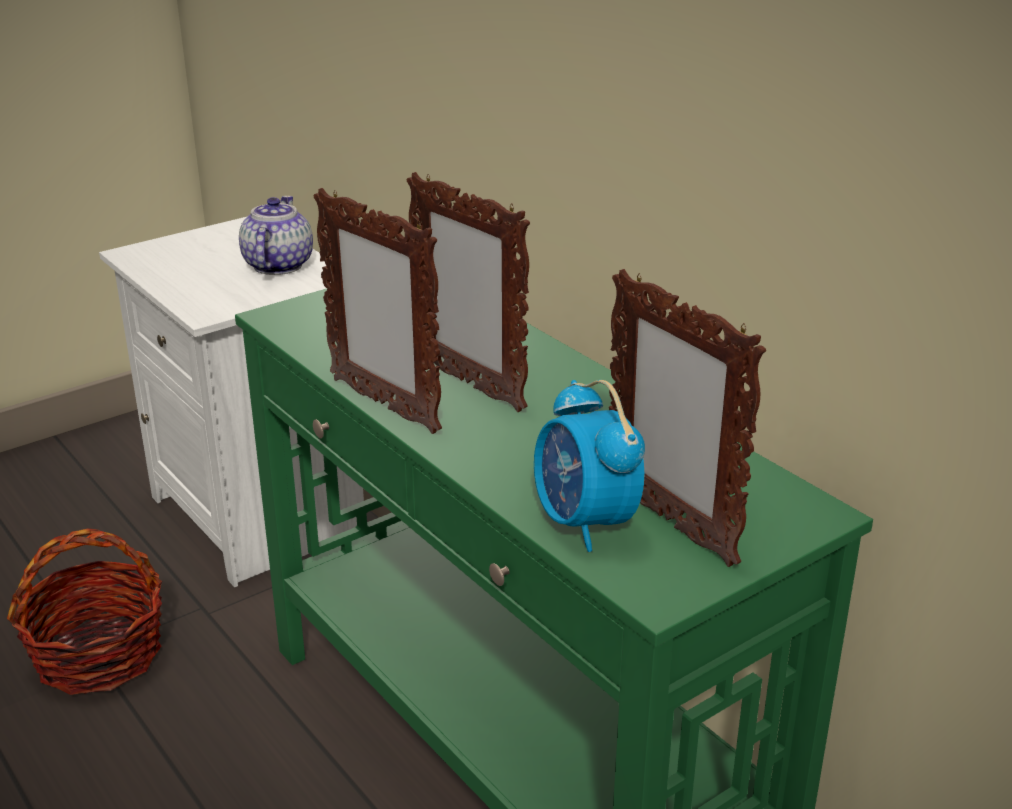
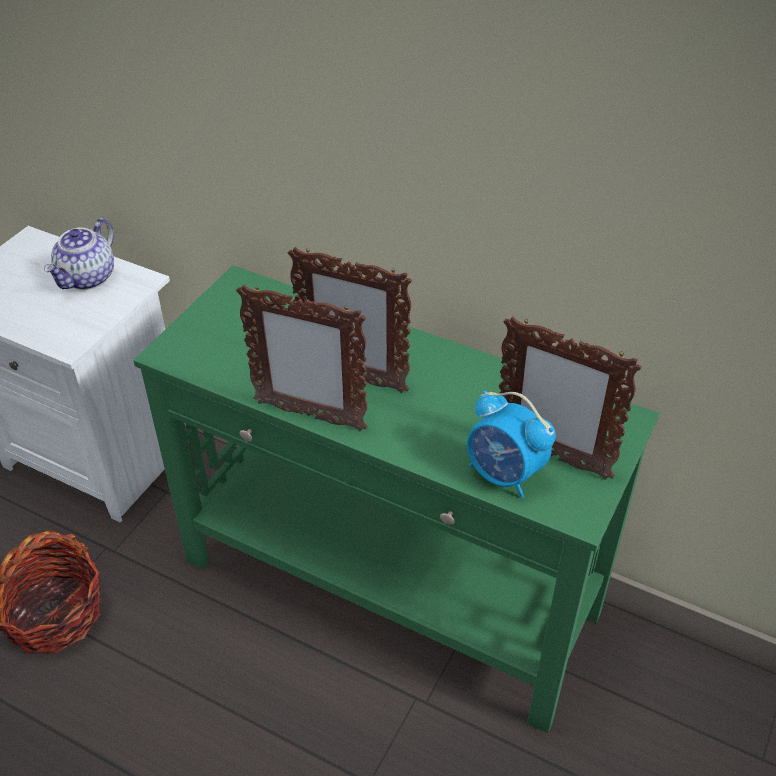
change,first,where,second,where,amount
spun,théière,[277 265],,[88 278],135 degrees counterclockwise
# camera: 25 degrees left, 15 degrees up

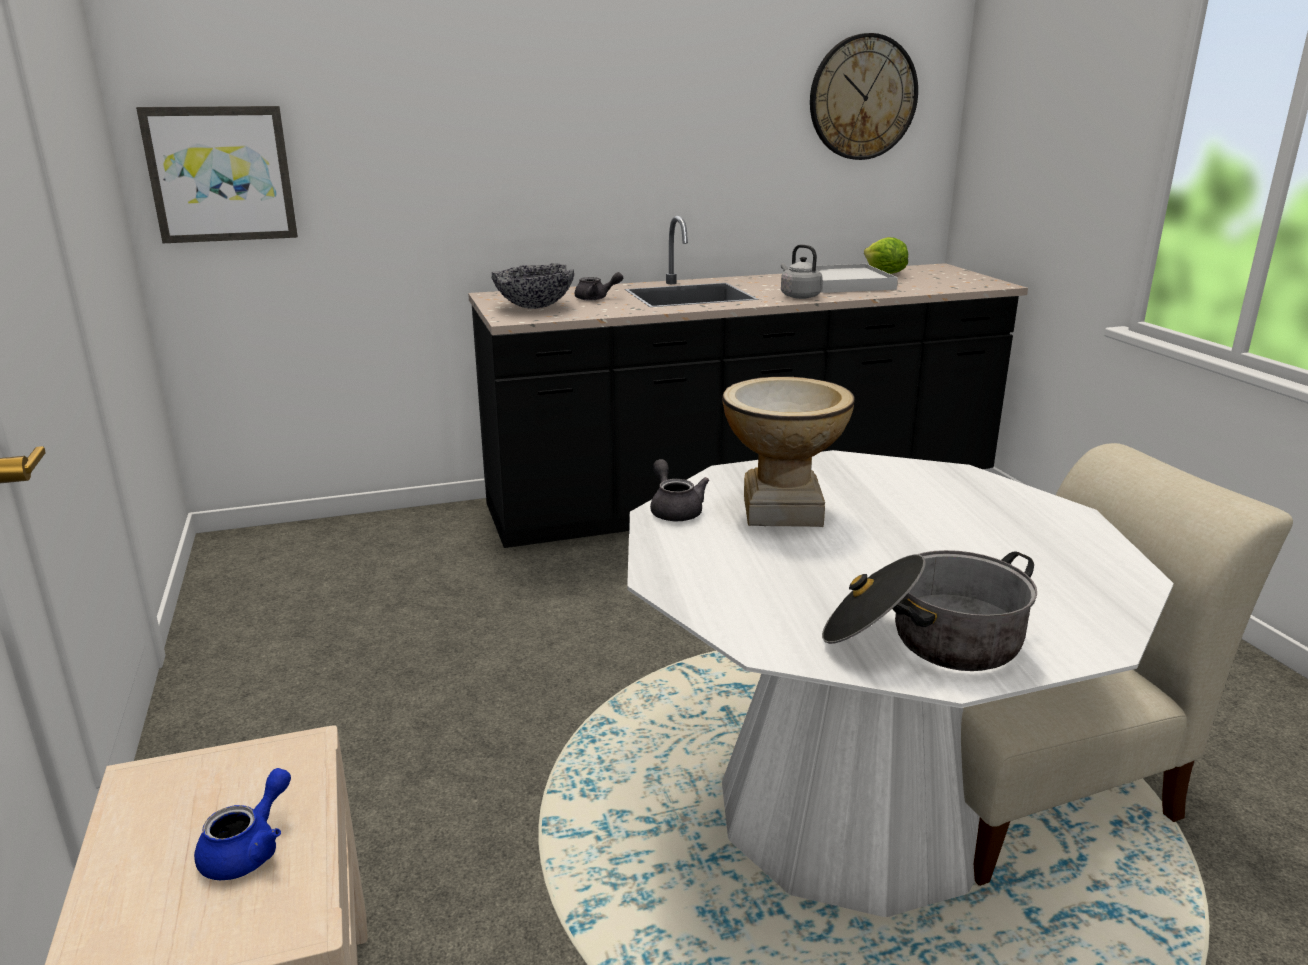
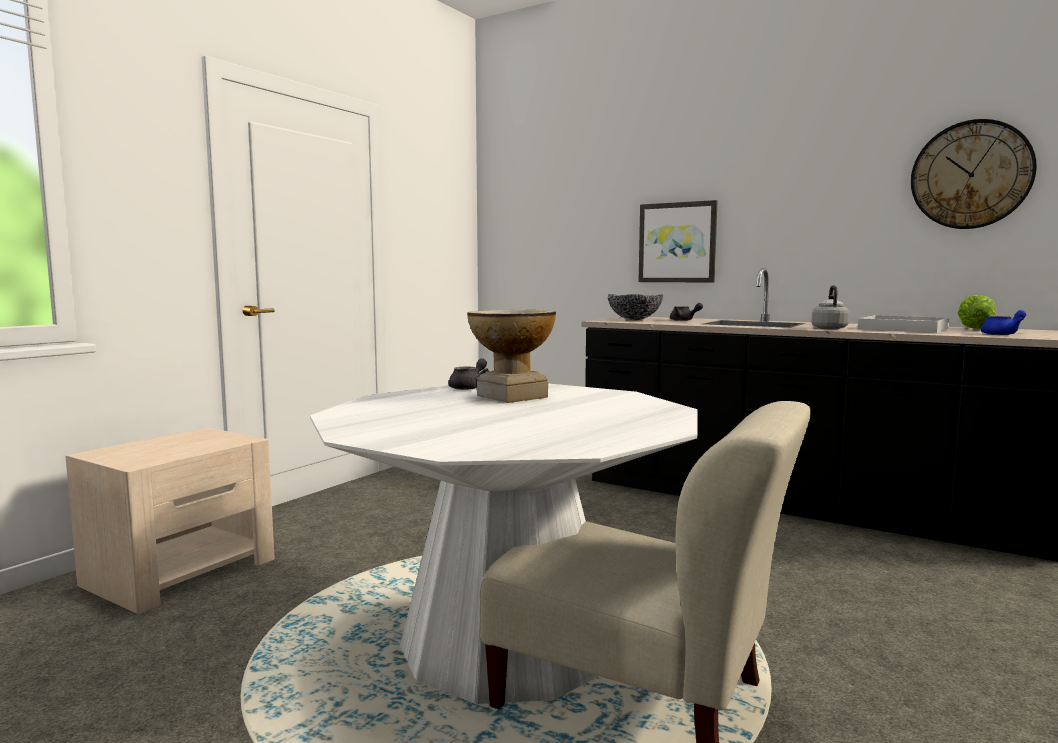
change,first,where,second,where,amount
relocated,tableau,[221 174],,[677 242],
relocated,théière (bleu),[249 849],,[1003 334],
missing,marmite,[924 640],,,
# camera: 50 degrees right, 15 degrees down

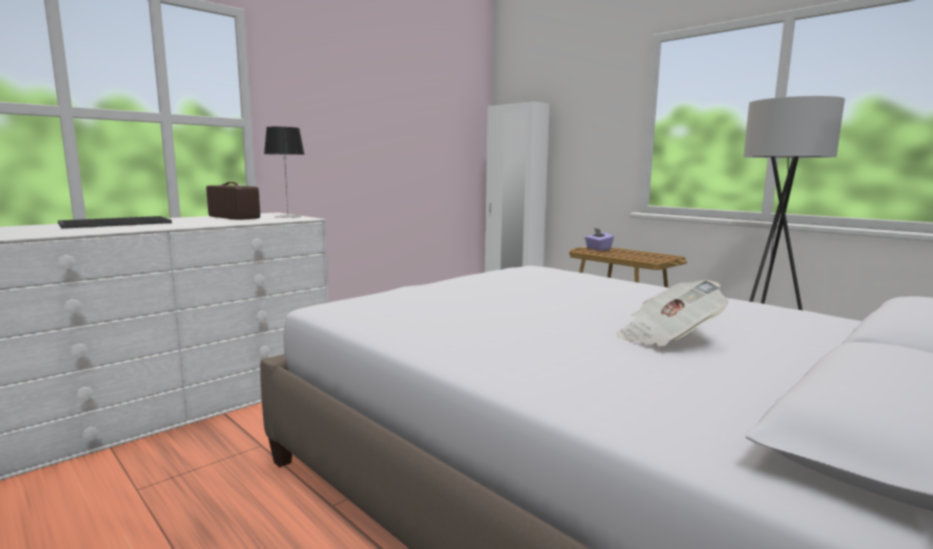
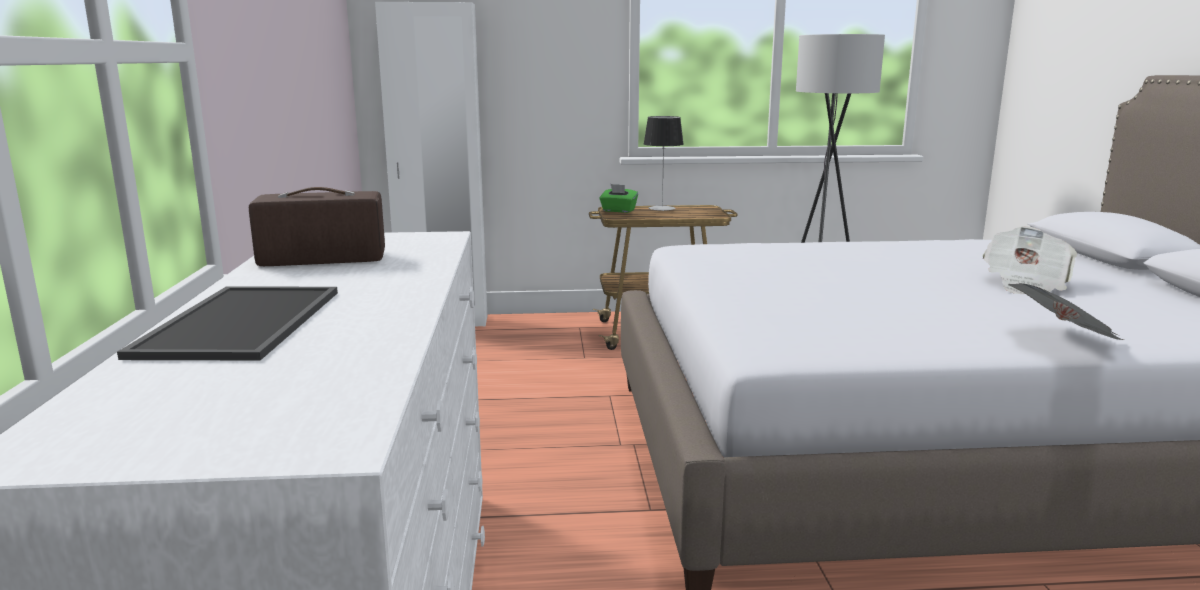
change,first,where,second,where,amount
colour,boîte à mouchoirs (violet),[598 249],boîte à mouchoirs (vert),[618 210],
relocated,lampe de table,[288 217],,[662 208],
appeared,,,journal,[1064 340],
# camera: 50 degrees left, 5 degrees up

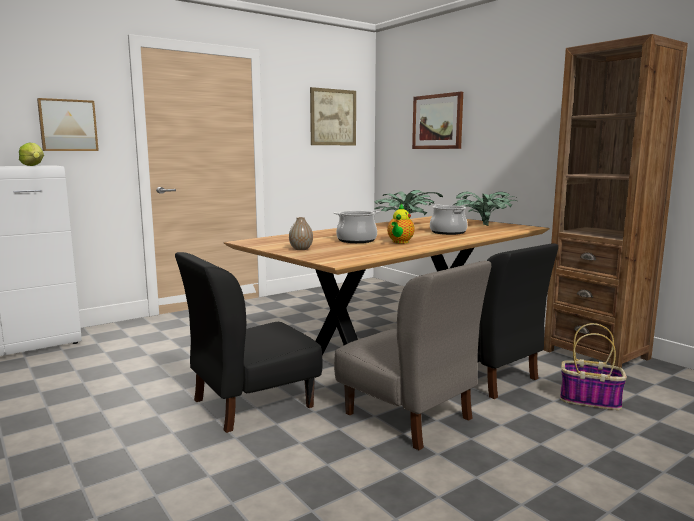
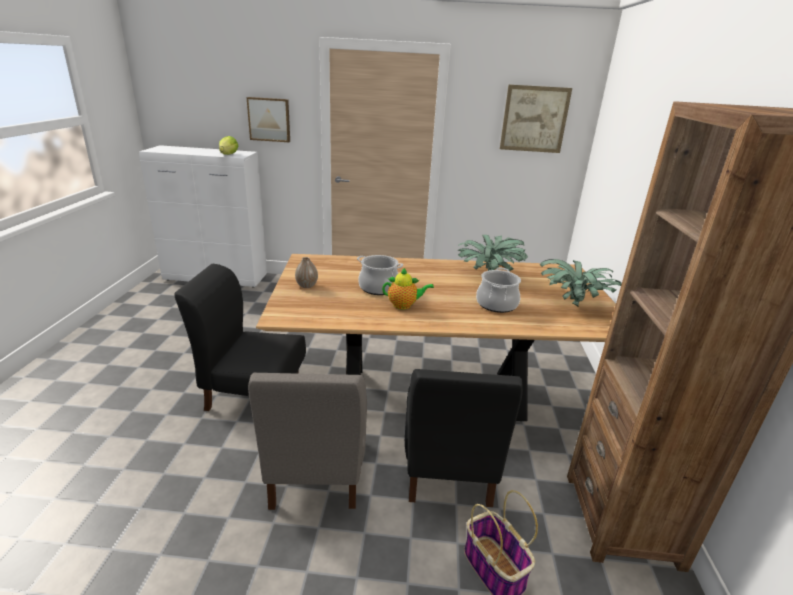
change,first,where,second,where,amount
spun,théière,[400 242],,[404 305],150 degrees counterclockwise
missing,tableau,[437 121],,,
# camera: 40 degrees right, 15 degrees up

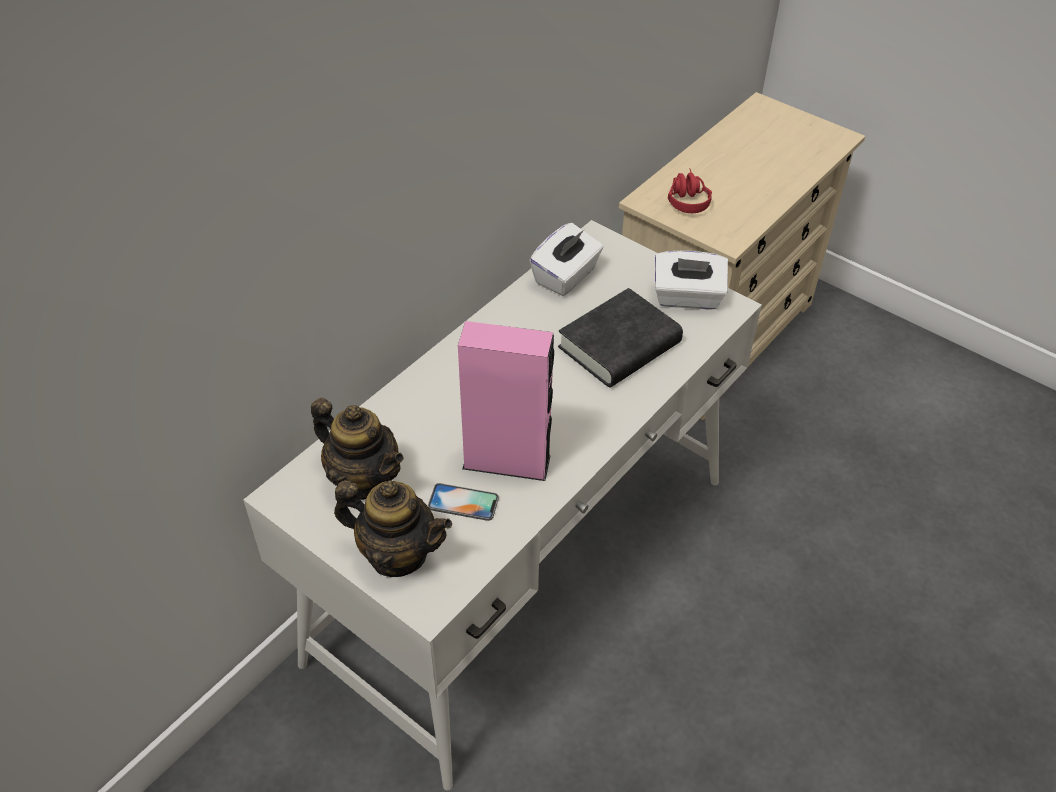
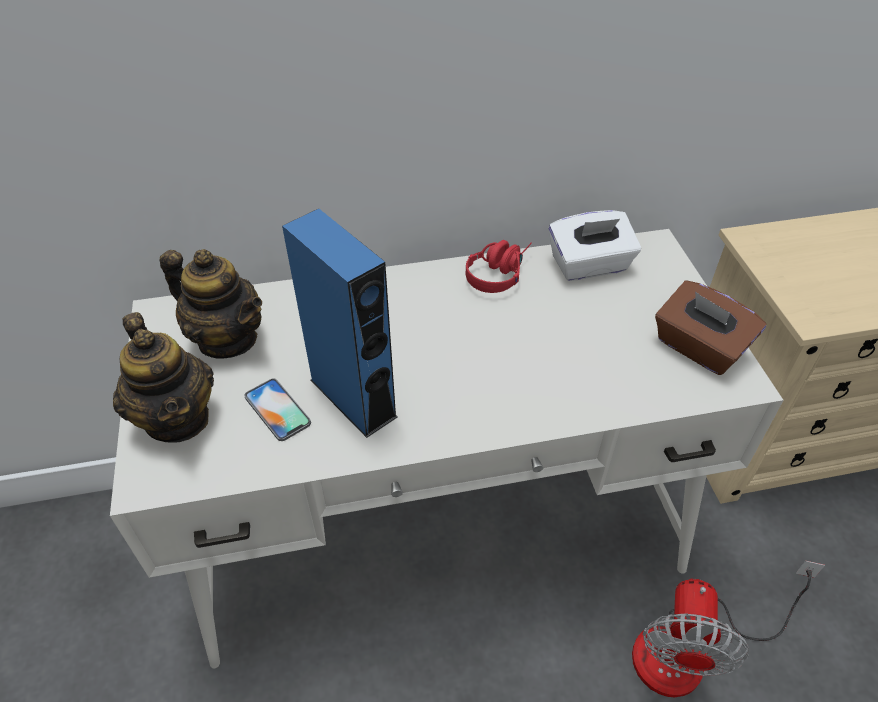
change,first,where,second,where,amount
spun,théière,[364 479],,[227 339],45 degrees counterclockwise
colour,enceinte (rose),[506 462],enceinte (bleu),[353 398],
relocated,casque audio (rouge),[686 198],,[499 272],
appeared,,,ventilateur,[689 650],
colour,boîte à mouchoirs (blanc),[687 298],boîte à mouchoirs (marron),[698 348],
missing,livre (noir),[619 345],,,
# camera: 40 degrees right, 0 degrees up

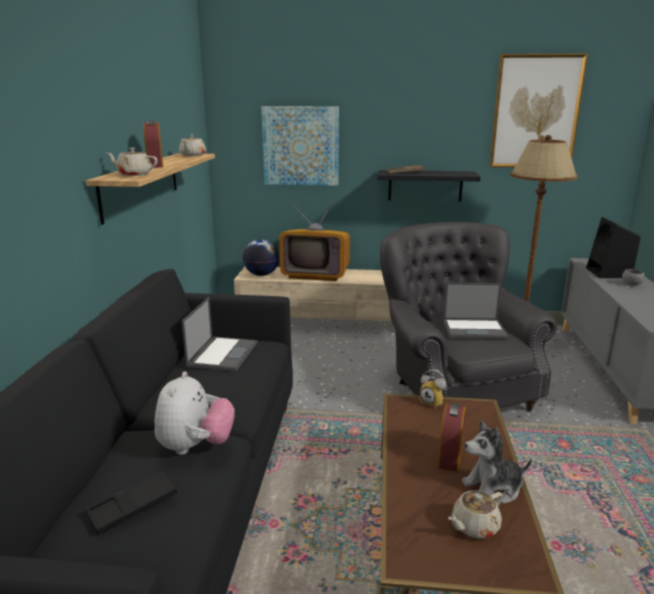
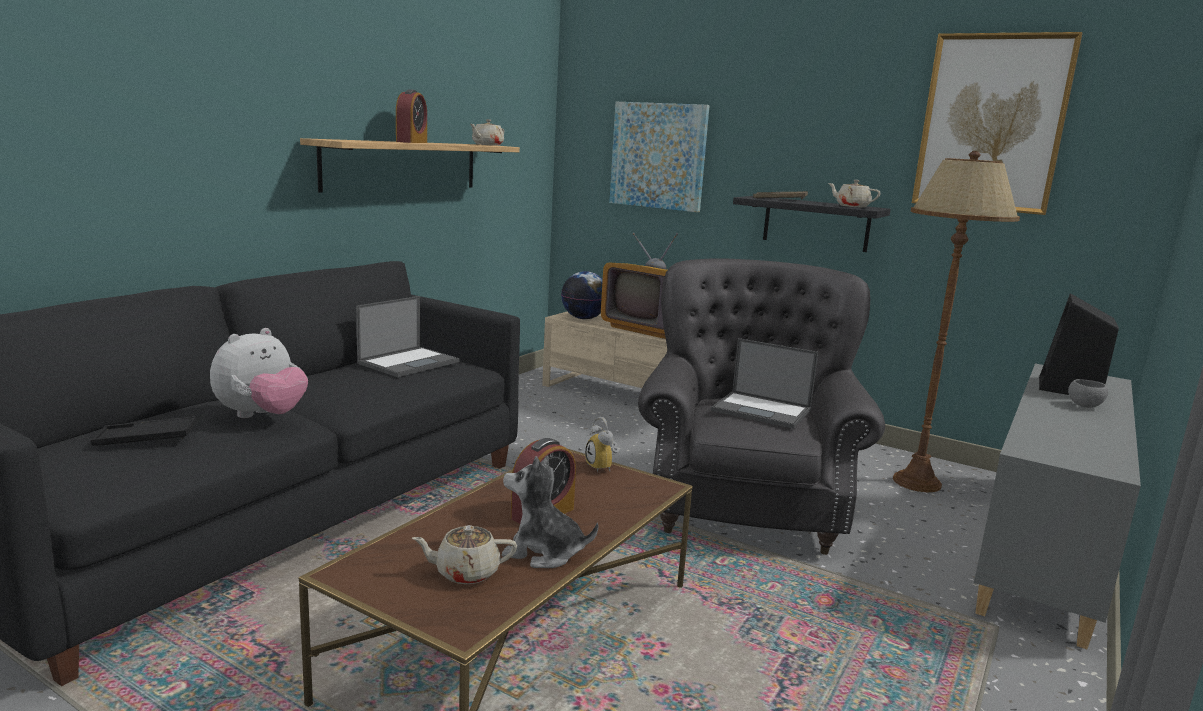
change,first,where,second,where,amount
relocated,théière (beige),[134 174],,[851 206],
# camera: 25 degrees right, 5 degrees down

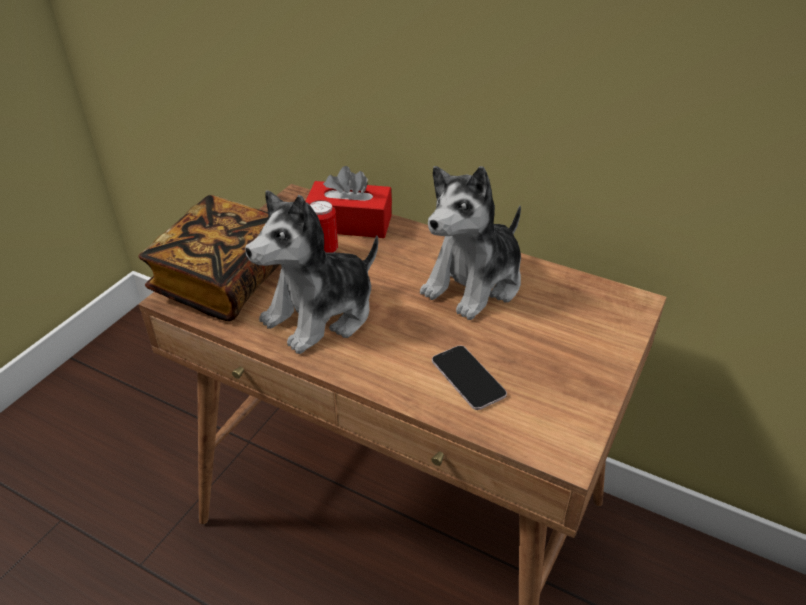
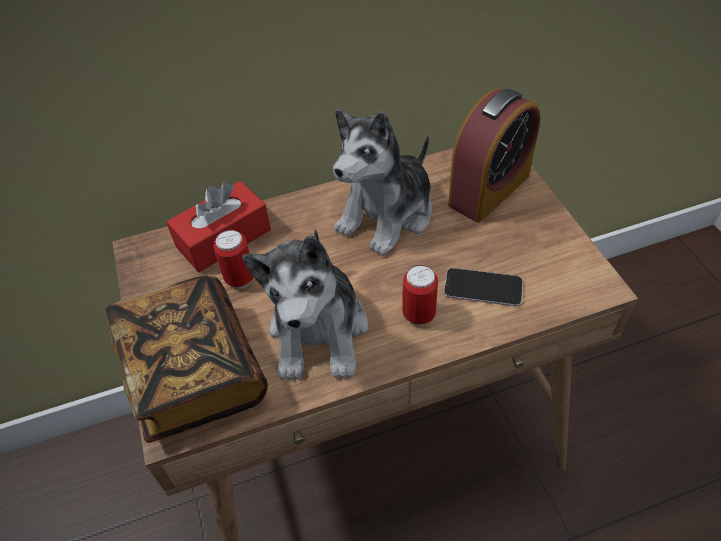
change,first,where,second,where,amount
spun,peluche,[474 283],,[387 215],45 degrees clockwise
appeared,,,boîte métallique,[419 315],
appeared,,,réveil,[489 190],
# camera: 45 degrees left, 10 degrees up

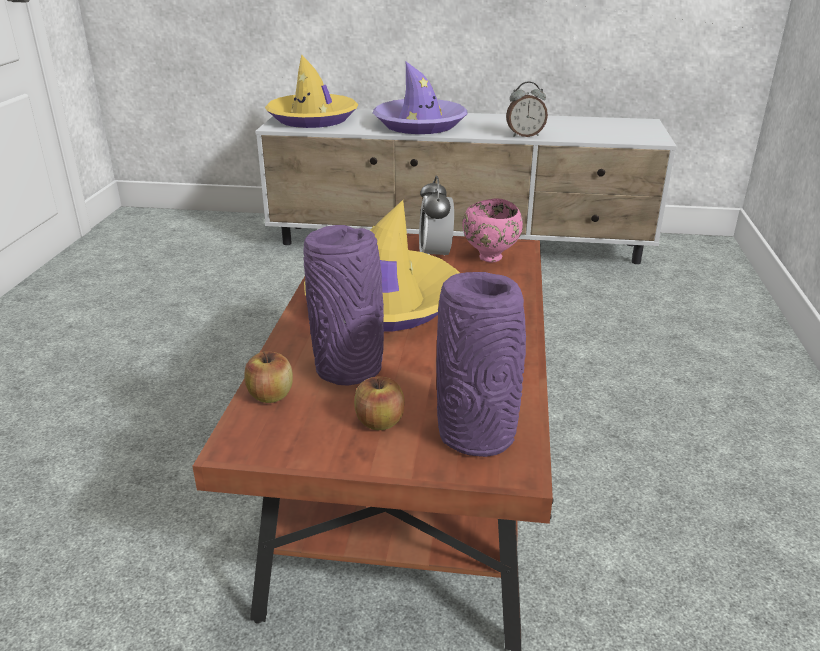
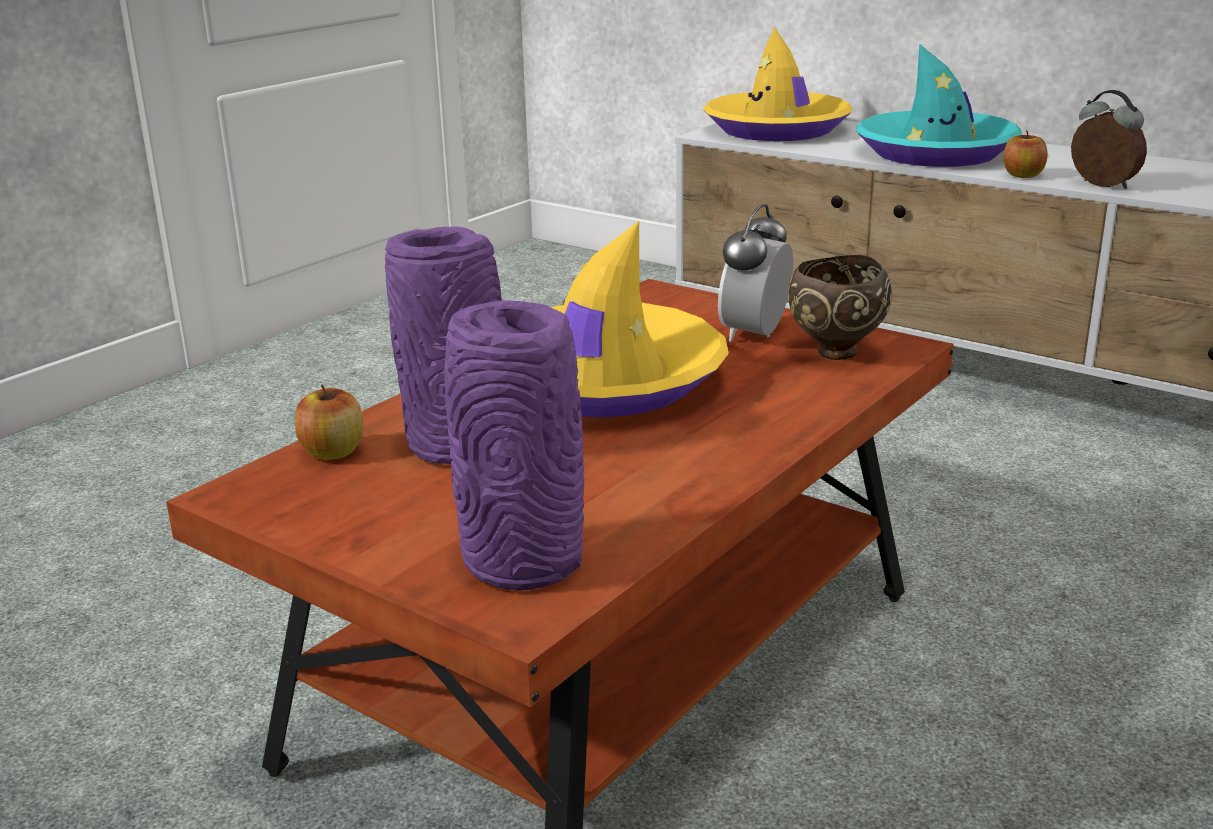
change,first,where,second,where,amount
colour,bol (rose),[490 258],bol (marron),[835 354],
colour,chapeau (violet),[420 125],chapeau (turquoise),[936 153],
relocated,pomme,[380 422],,[1023 175],
spun,réveil,[524 135],,[1101 186],150 degrees counterclockwise
# camera: 30 degrees right, 5 degrees down

